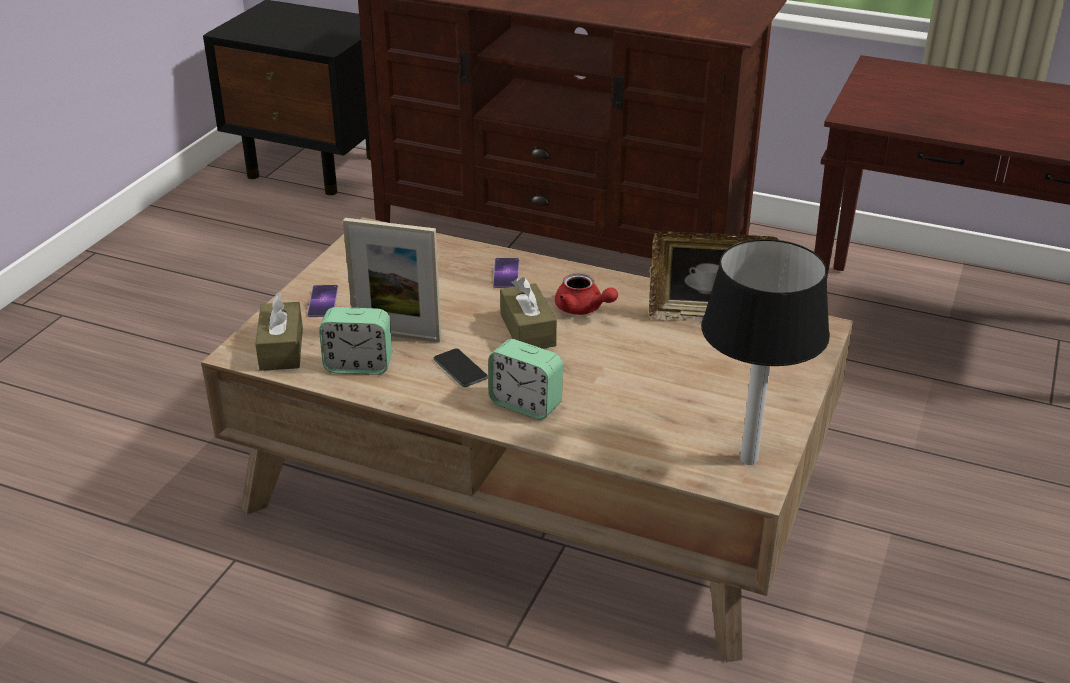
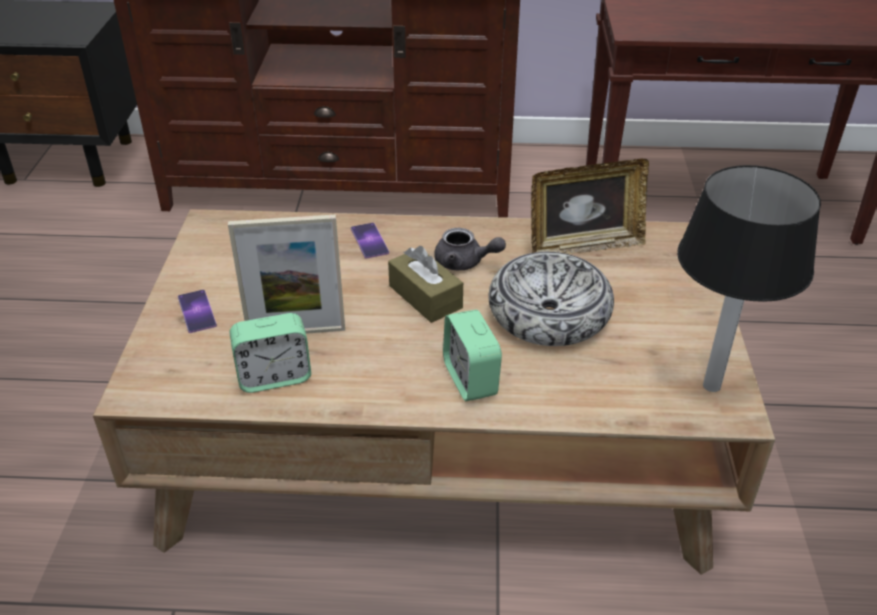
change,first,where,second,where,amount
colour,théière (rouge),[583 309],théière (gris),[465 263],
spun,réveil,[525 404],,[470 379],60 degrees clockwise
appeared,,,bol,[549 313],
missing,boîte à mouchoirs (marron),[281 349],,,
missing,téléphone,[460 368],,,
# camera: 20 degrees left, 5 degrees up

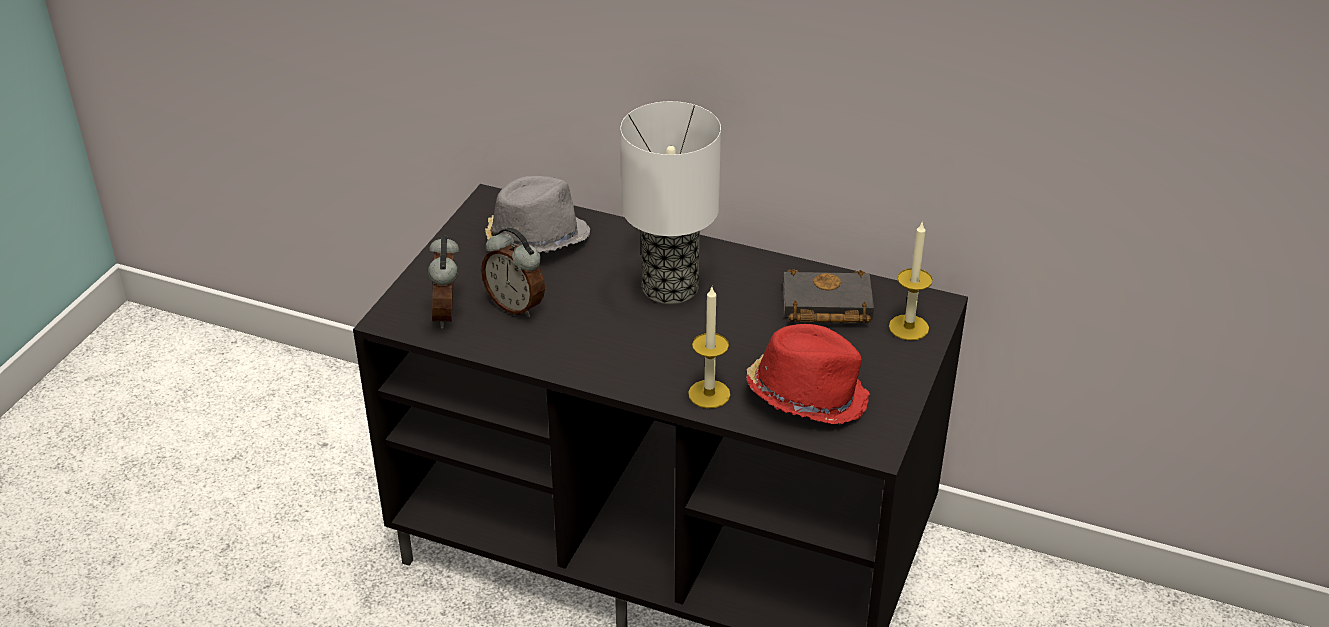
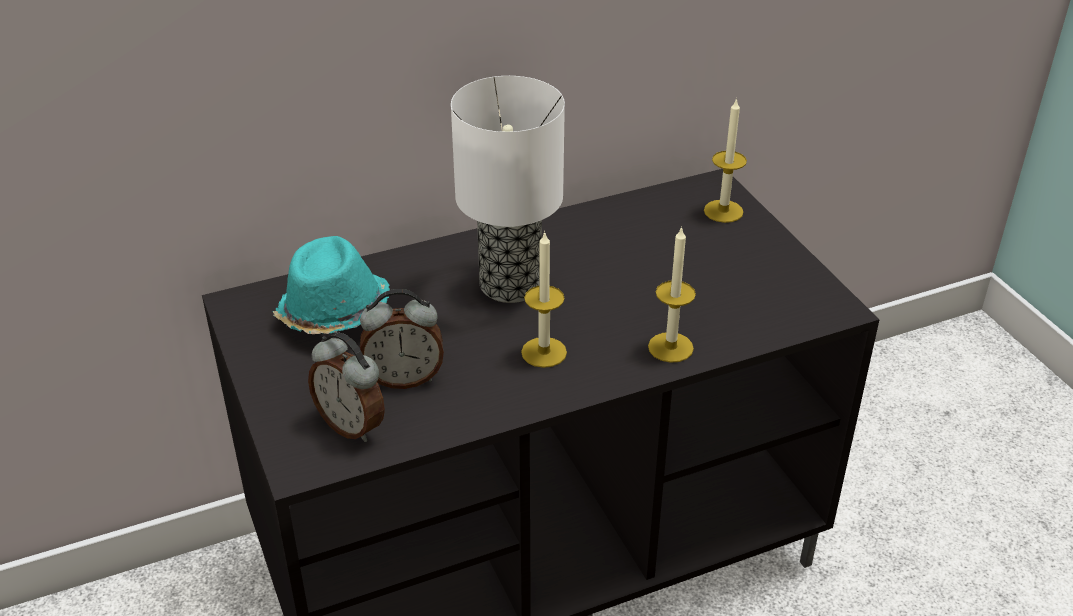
change,first,where,second,where,amount
colour,chapeau (gris),[535 240],chapeau (turquoise),[333 313],
appeared,,,bougie,[544 352],
missing,chapeau (rouge),[807 395],,,
missing,livre (noir),[824 306],,,
# camera: 45 degrees left, 0 degrees up

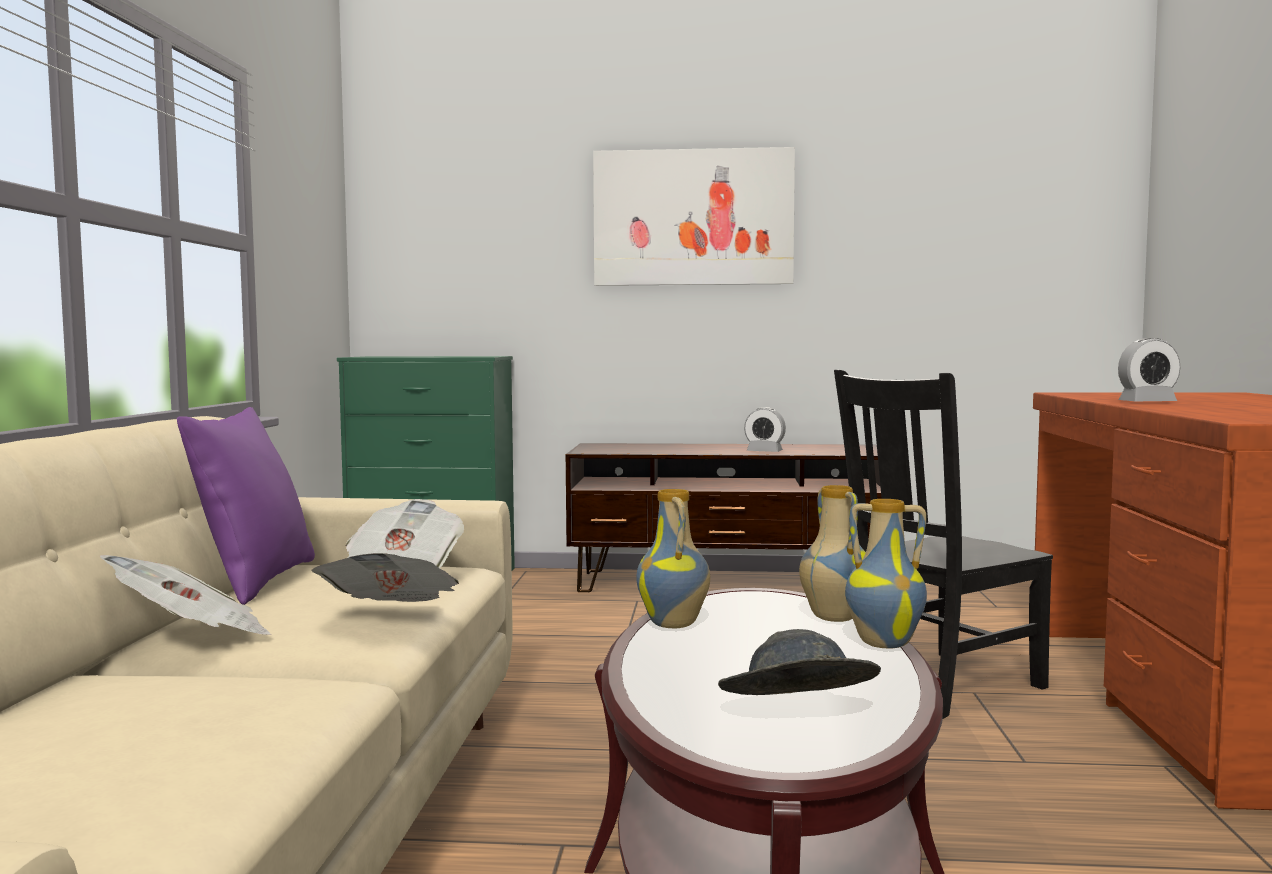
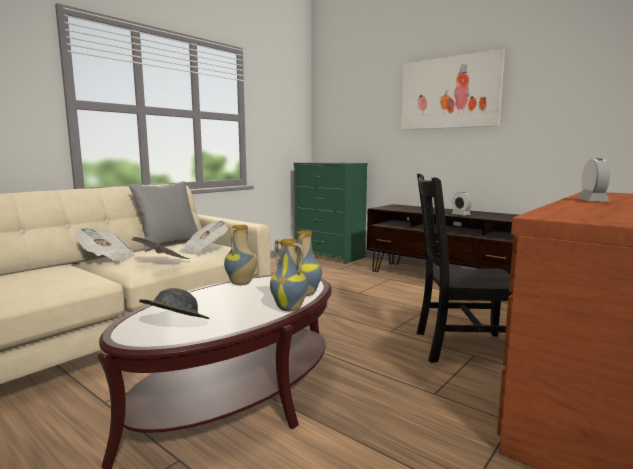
change,first,where,second,where,amount
colour,coussin (violet),[254 581],coussin (gris),[169 244],
spun,réveil,[1147 402],,[592 201],105 degrees counterclockwise
# camera: 35 degrees right, 5 degrees up

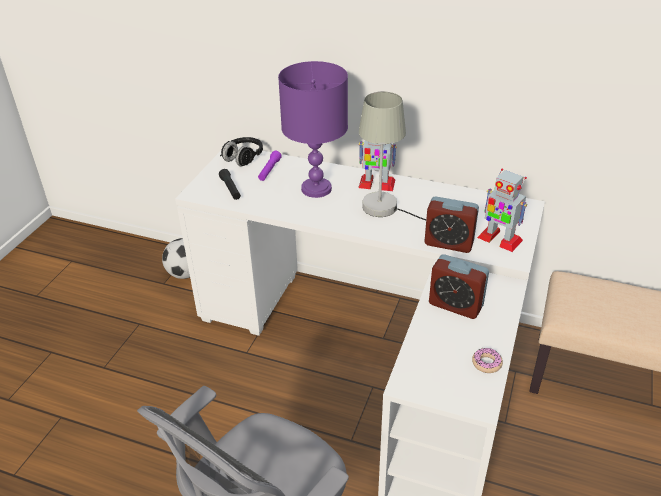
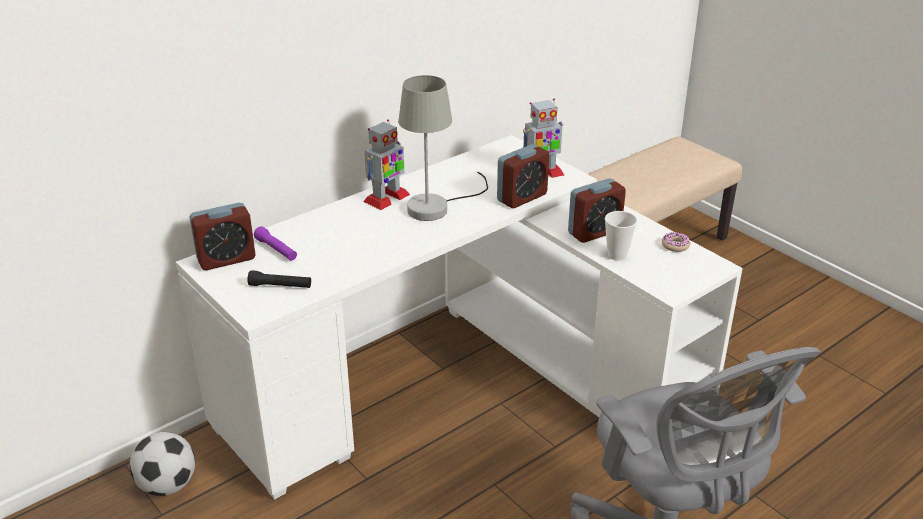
change,first,where,second,where,amount
exchanged,casque audio (noir),[243 158],réveil,[226 259],
appeared,,,tasse,[617 255],
missing,lampe de table (violet),[317 189],,,
# camera: 60 degrees left, 5 degrees down

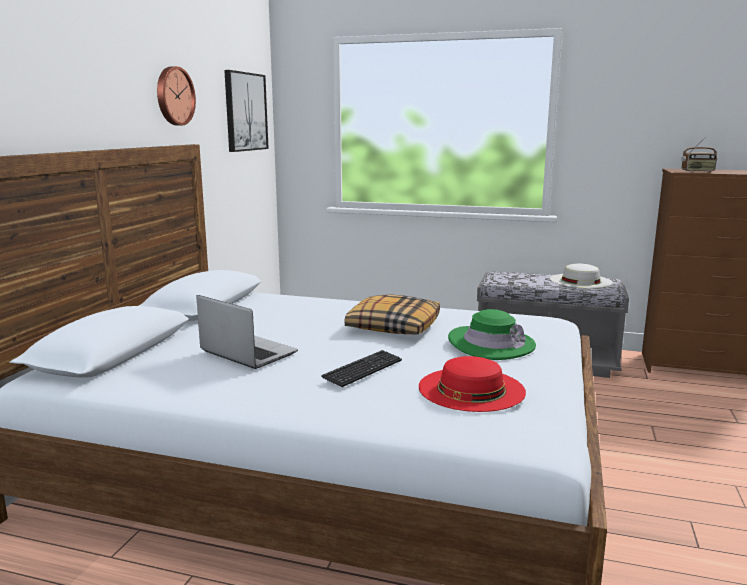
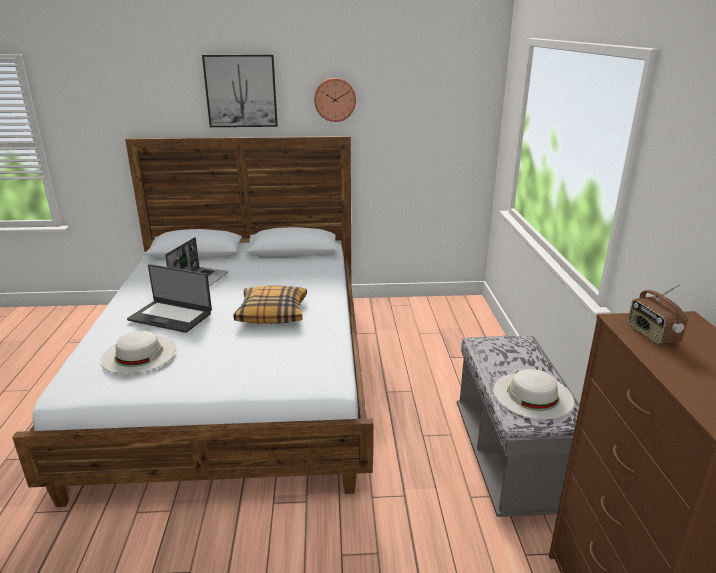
change,first,where,second,where,amount
colour,chapeau (rouge),[471 389],chapeau (blanc),[139 354],
exchanged,clavier,[363 370],ordinateur portable,[171 316],
relocated,tableau,[245 112],,[241 91],
missing,chapeau (vert),[491 344],,,
# camera: 70 degrees right, 10 degrees up

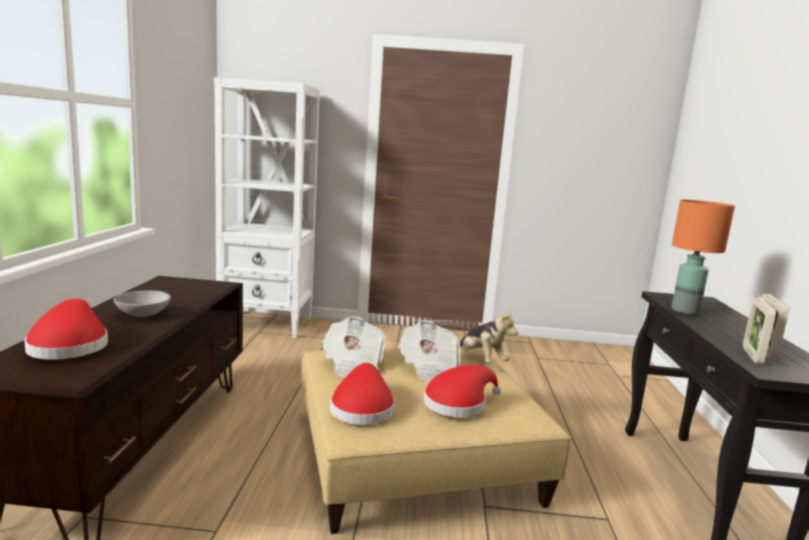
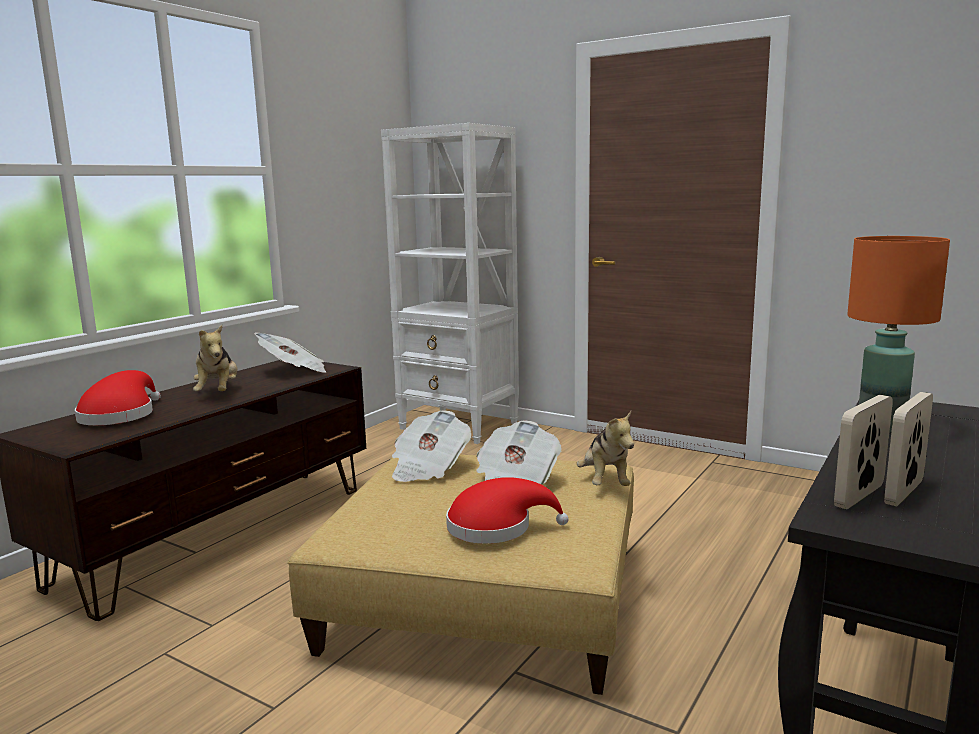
change,first,where,second,where,amount
exchanged,bol (gris),[143 314],peluche,[218 392],
appeared,,,journal,[294 371],
missing,chapeau (rouge),[362 407],,,
# camera: 30 degrees right, 0 degrees up

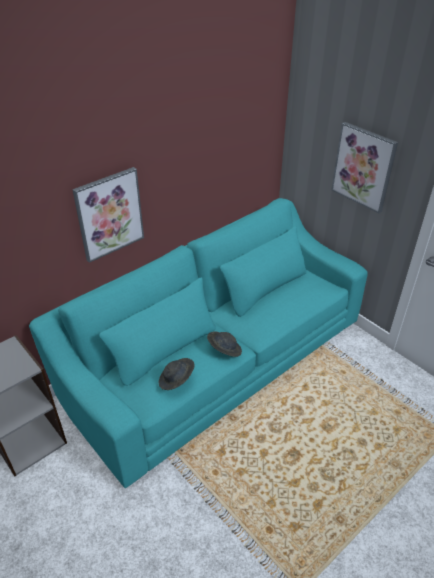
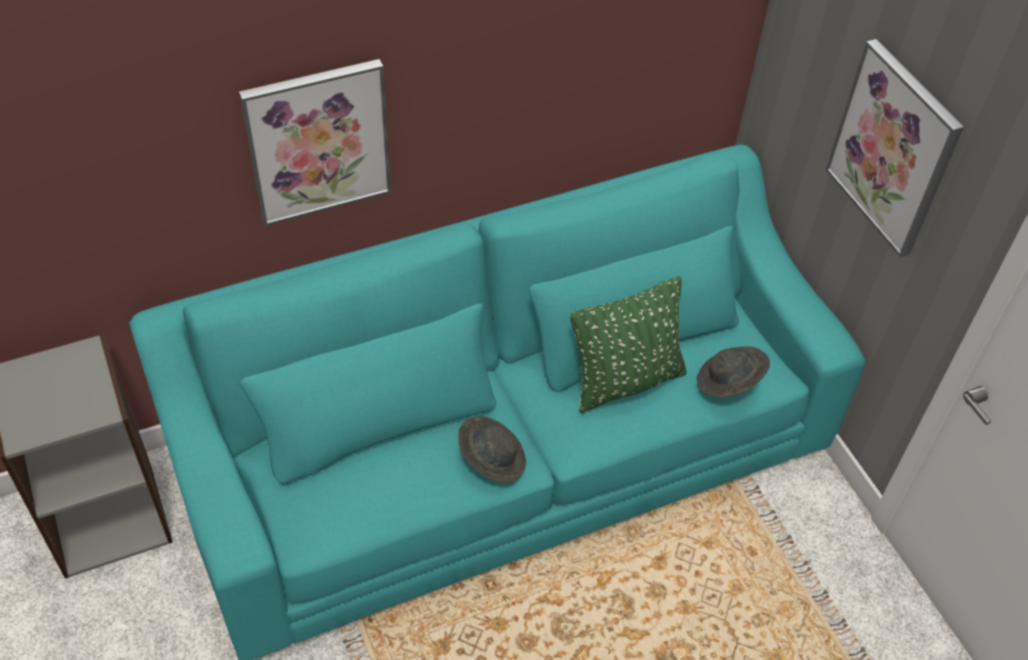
change,first,where,second,where,amount
appeared,,,coussin (vert),[625 381],
relocated,chapeau (gris),[176 380],,[729 383],
# camera: 15 degrees right, 10 degrees up

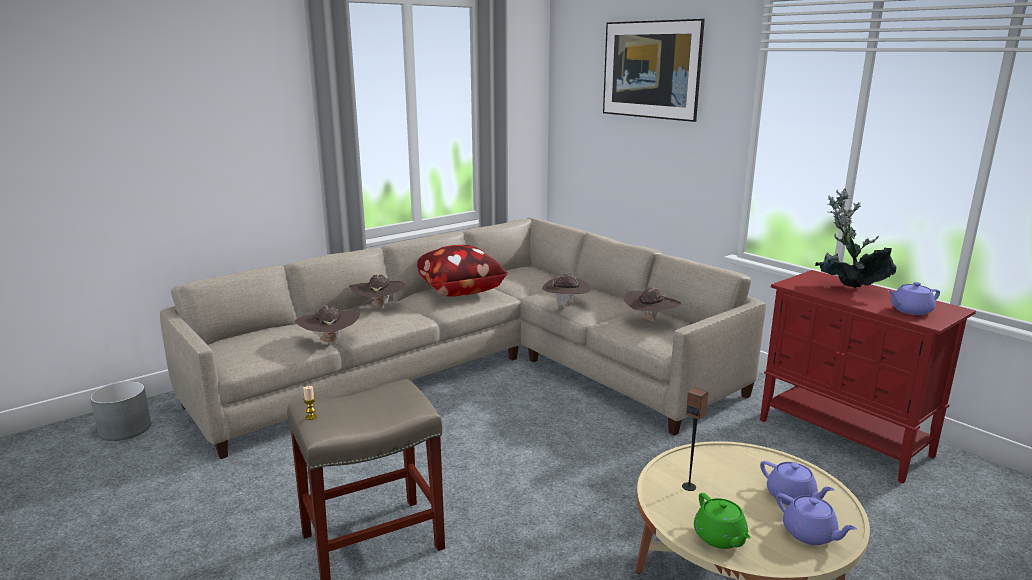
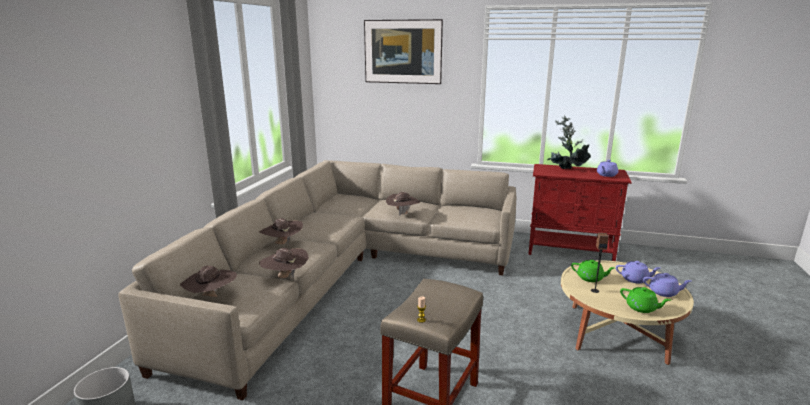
change,first,where,second,where,amount
relocated,chapeau (marron),[650 322],,[211 297],
appeared,,,théière (vert),[590 278],
missing,coussin,[457 291],,,
# camera: 35 degrees left, 0 degrees up

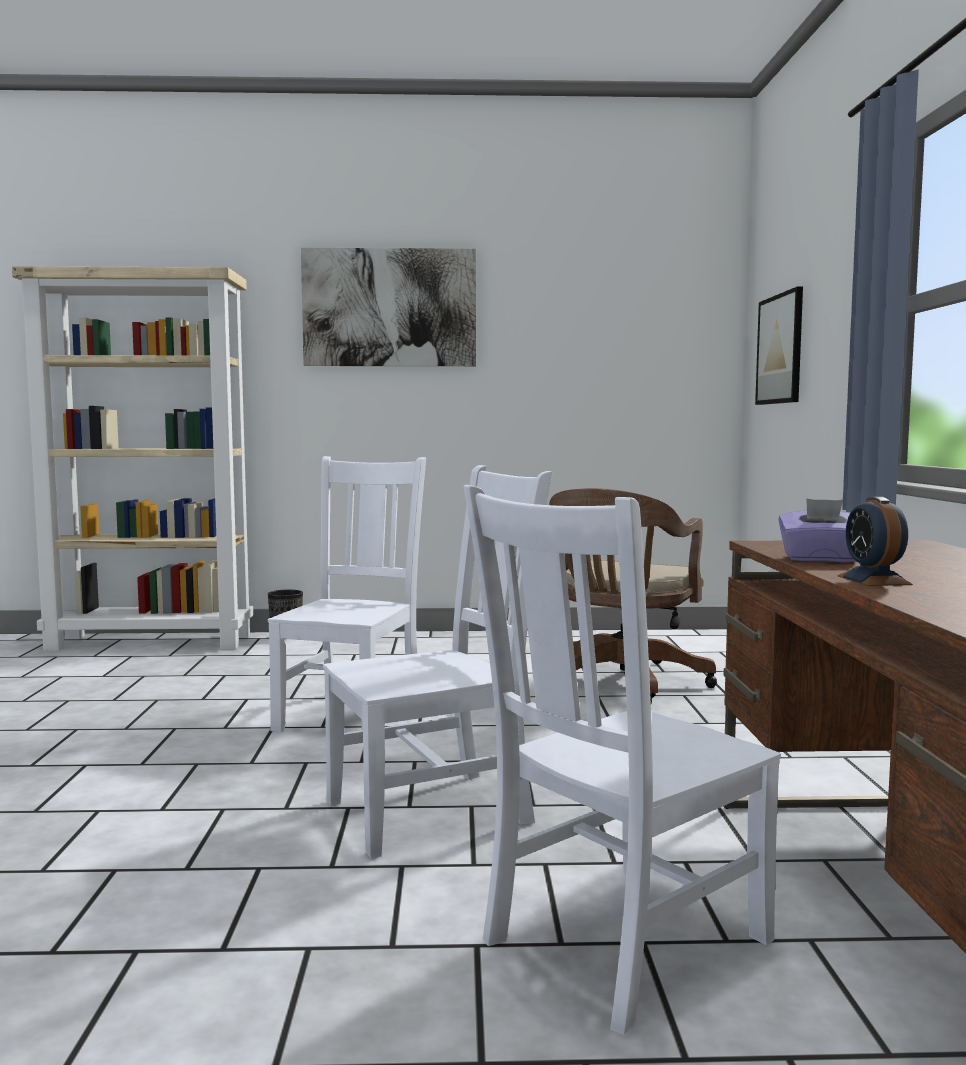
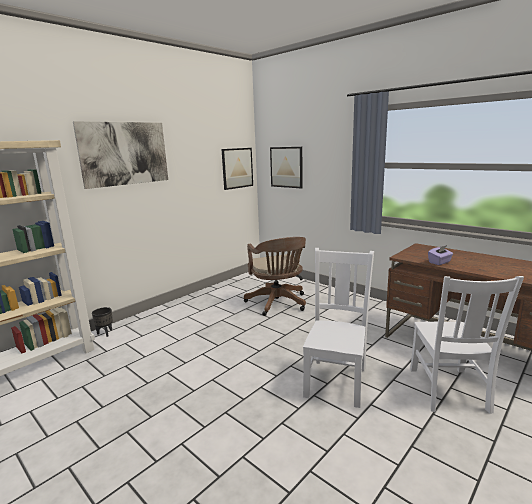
change,first,where,second,where,amount
appeared,,,tableau,[237 168],
missing,chaise (blanc),[352 714],,,
missing,réveil,[873 580],,,
# camera: 45 degrees left, 10 degrees up

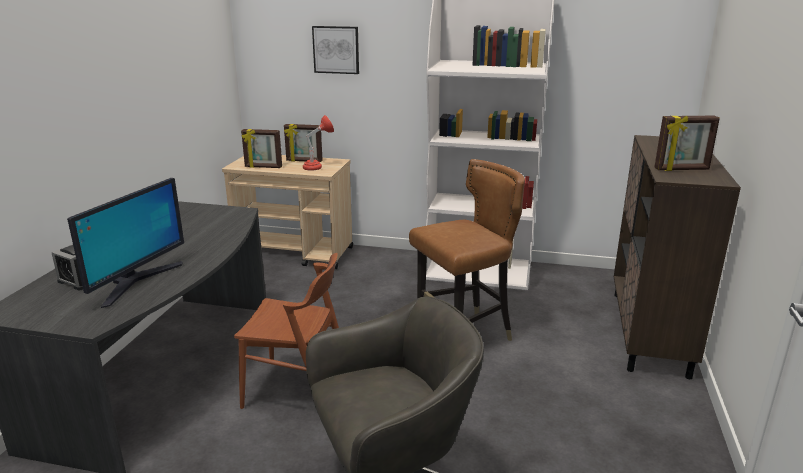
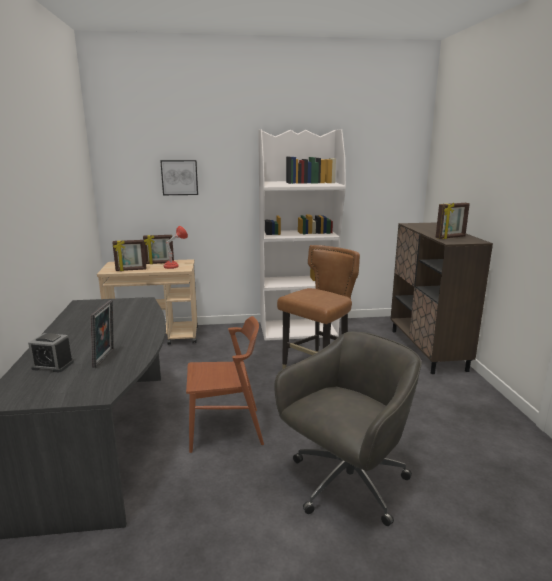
change,first,where,second,where,amount
exchanged,écran d'ordinateur,[136 281],cadre photo,[106 358],
# camera: 20 degrees left, 5 degrees down

